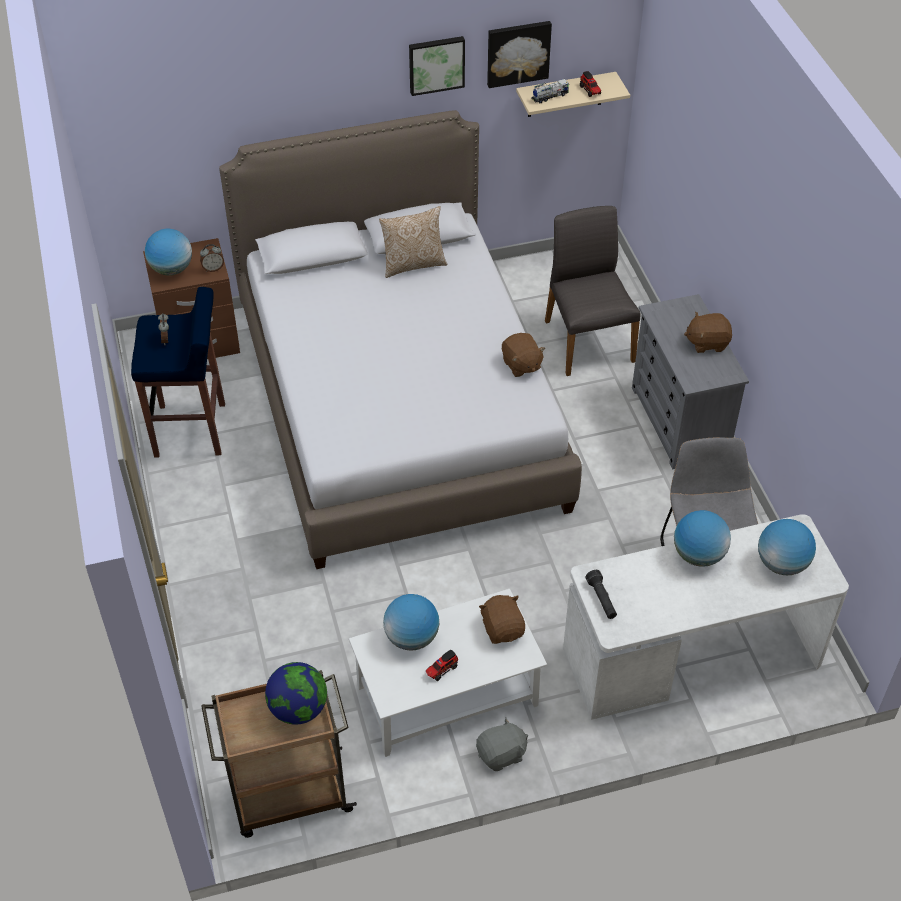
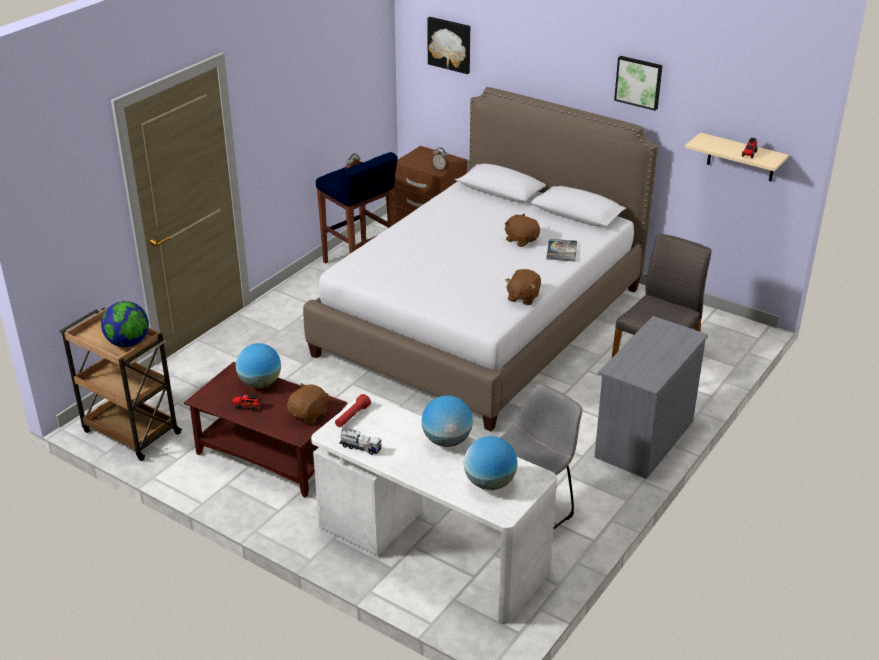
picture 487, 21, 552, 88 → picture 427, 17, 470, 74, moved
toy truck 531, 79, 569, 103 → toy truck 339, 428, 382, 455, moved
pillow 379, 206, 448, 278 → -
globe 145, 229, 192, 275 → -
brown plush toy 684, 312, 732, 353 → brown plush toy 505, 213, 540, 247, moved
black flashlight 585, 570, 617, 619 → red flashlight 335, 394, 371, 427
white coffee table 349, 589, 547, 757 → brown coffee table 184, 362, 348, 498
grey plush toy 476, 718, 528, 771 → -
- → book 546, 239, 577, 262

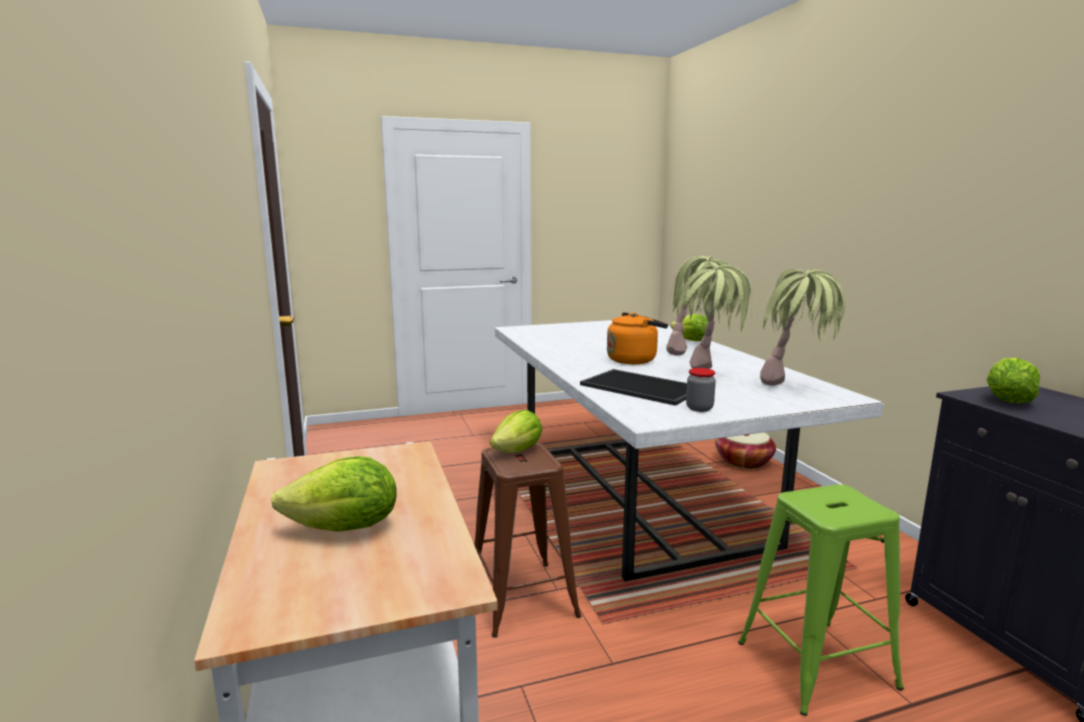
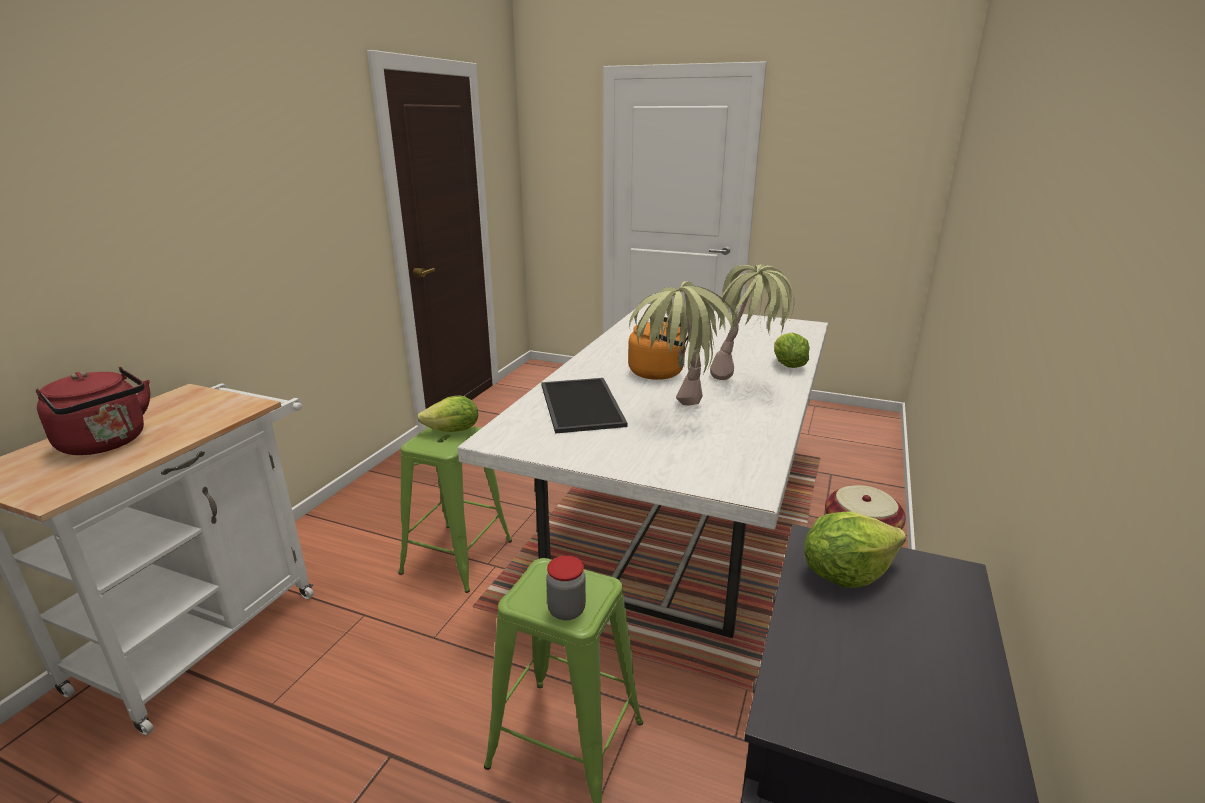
potted plant 760, 269, 845, 386 → -
jar 686, 368, 716, 412 → jar 546, 556, 586, 620, moved
brown stool 474, 442, 581, 638 → green stool 398, 426, 512, 593
lettuce 272, 456, 397, 532 → red kettle 36, 367, 150, 455

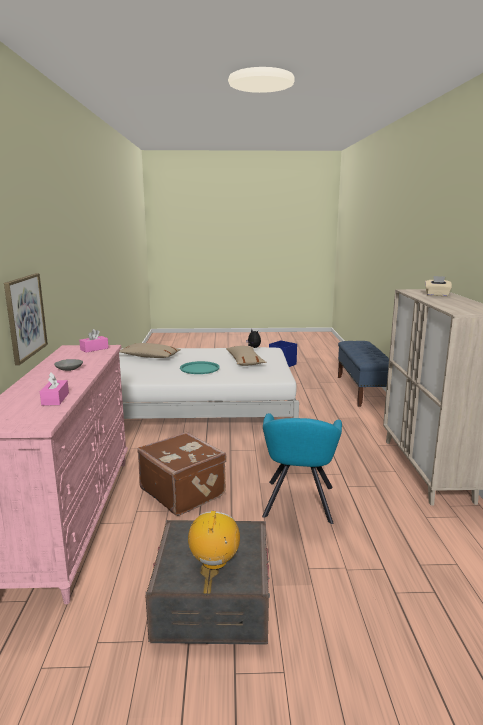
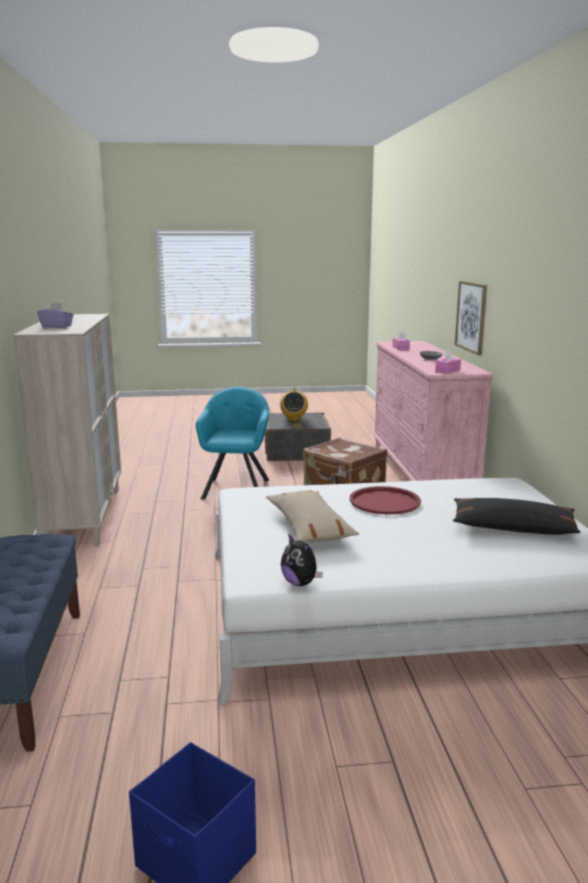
beige tissue box 425, 276, 452, 296 → purple tissue box 37, 303, 74, 328
beige pillow 120, 343, 181, 358 → black pillow 453, 498, 581, 535
turquoise tray 180, 361, 220, 374 → red tray 350, 486, 421, 514

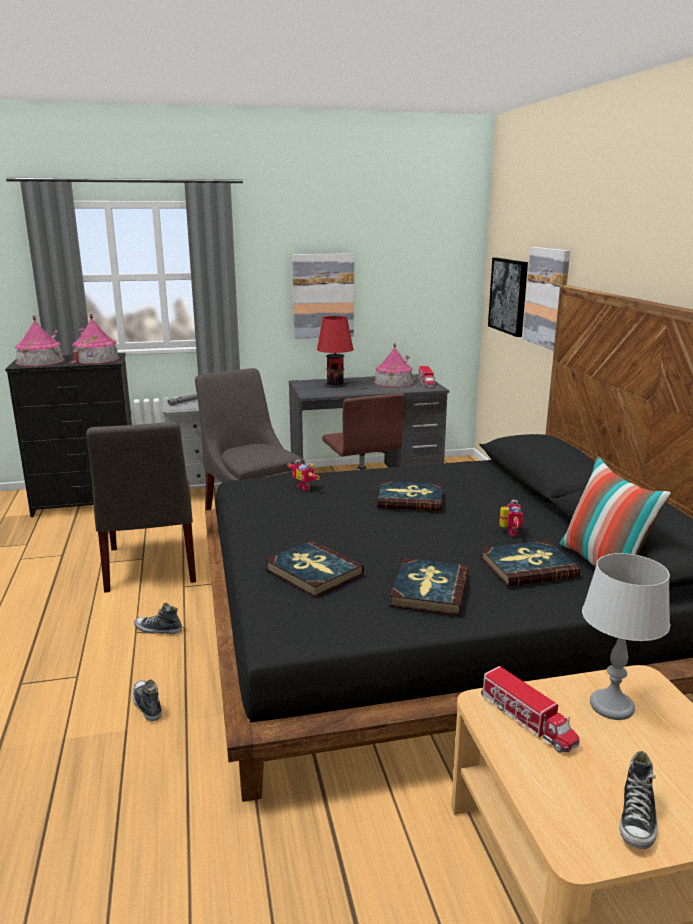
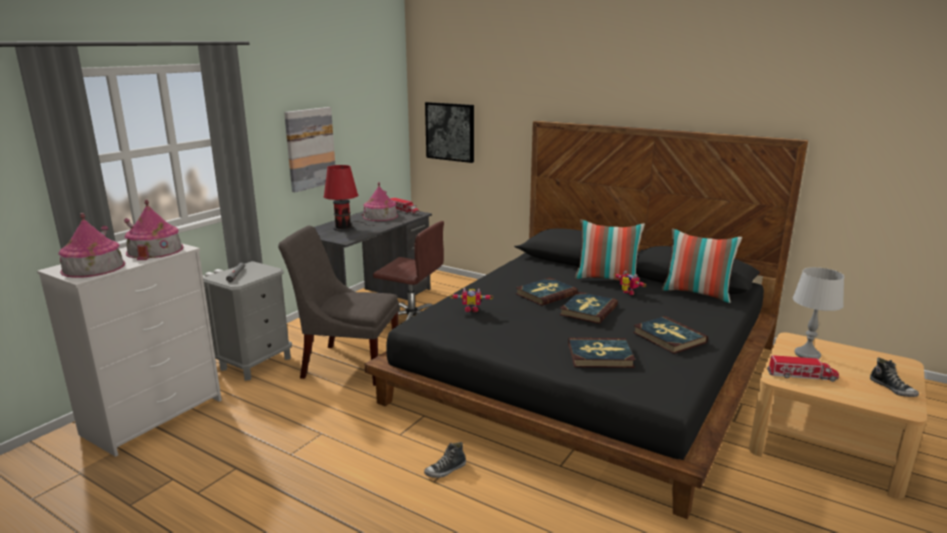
picture 523, 247, 570, 351 → -
black dresser 5, 353, 132, 517 → white dresser 37, 243, 222, 457
grey chair 86, 422, 196, 593 → -
book 480, 540, 580, 587 → book 559, 292, 618, 324, moved
shoe 132, 680, 162, 721 → -
- → pillow 575, 219, 645, 281

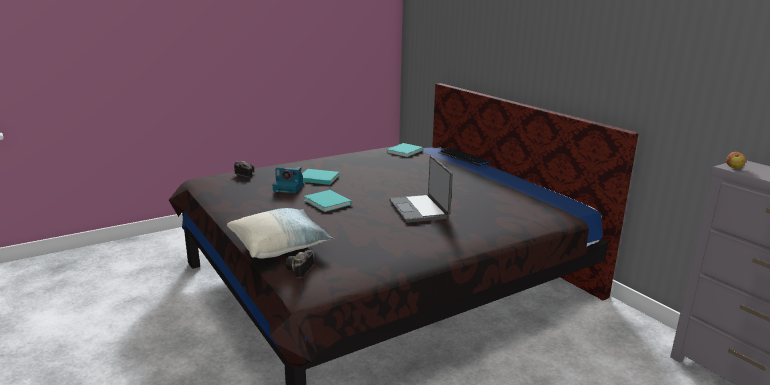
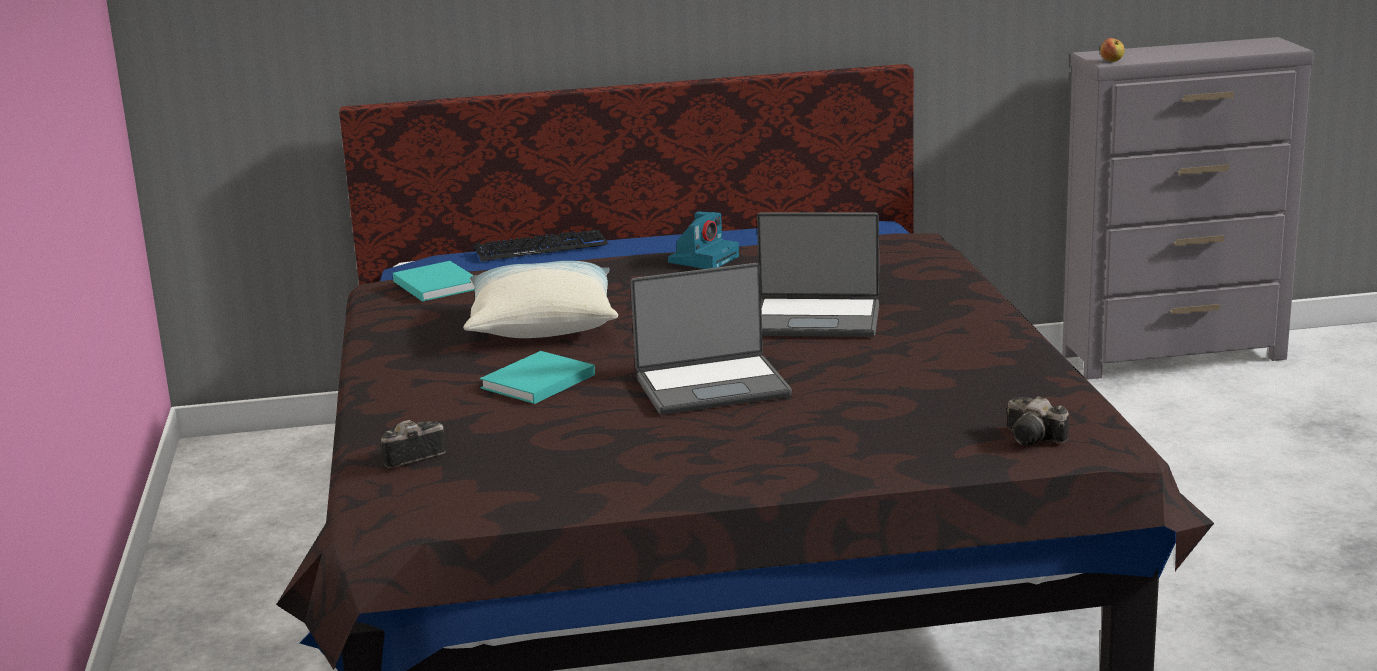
photo camera 273, 167, 304, 193 → photo camera 668, 211, 739, 269, moved
turquoise book 304, 190, 351, 212 → laptop 631, 263, 792, 415
pillow 227, 208, 333, 259 → pillow 463, 261, 618, 338, moved

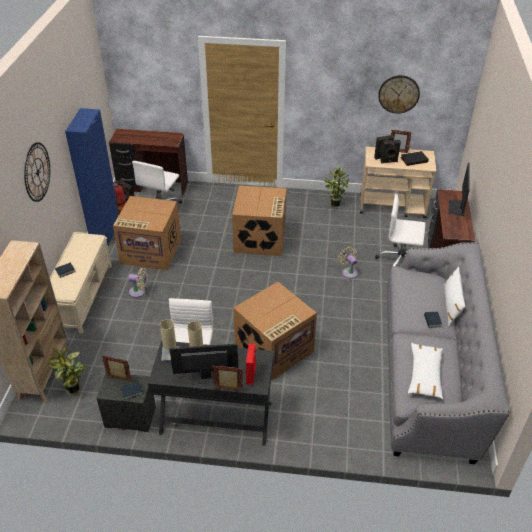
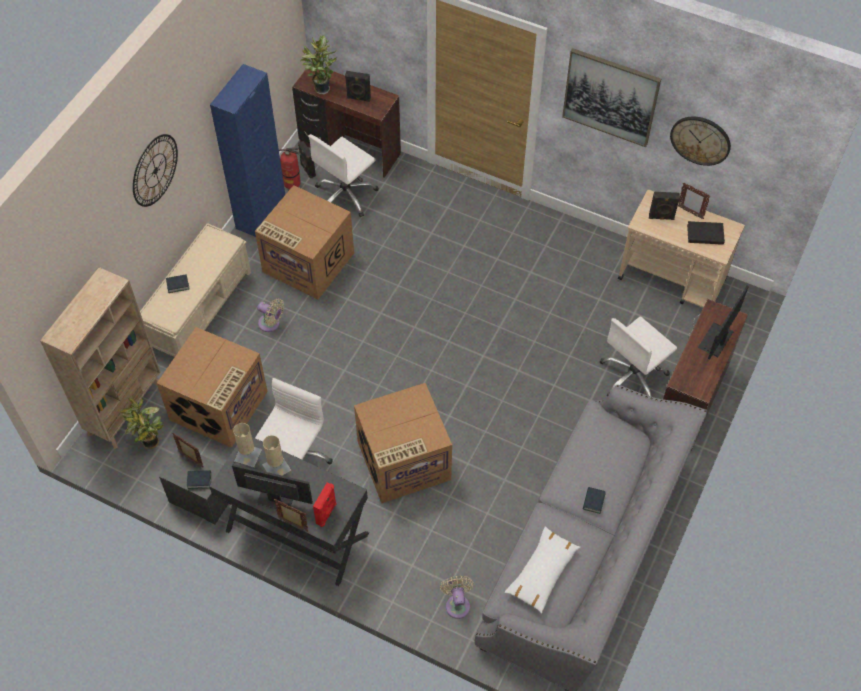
black speaker 381, 140, 401, 163 → black speaker 345, 71, 371, 102, moved
potted plant 324, 166, 349, 209 → potted plant 300, 35, 337, 95, moved
cardboard box 232, 186, 287, 256 → cardboard box 157, 327, 268, 448, moved
white office chair 375, 194, 426, 266 → white office chair 600, 316, 677, 397, 75 degrees counterclockwise
beige fan 338, 246, 358, 279 → beige fan 440, 576, 473, 619, moved
white pillow 444, 267, 465, 326 → -
- → picture 562, 48, 661, 147

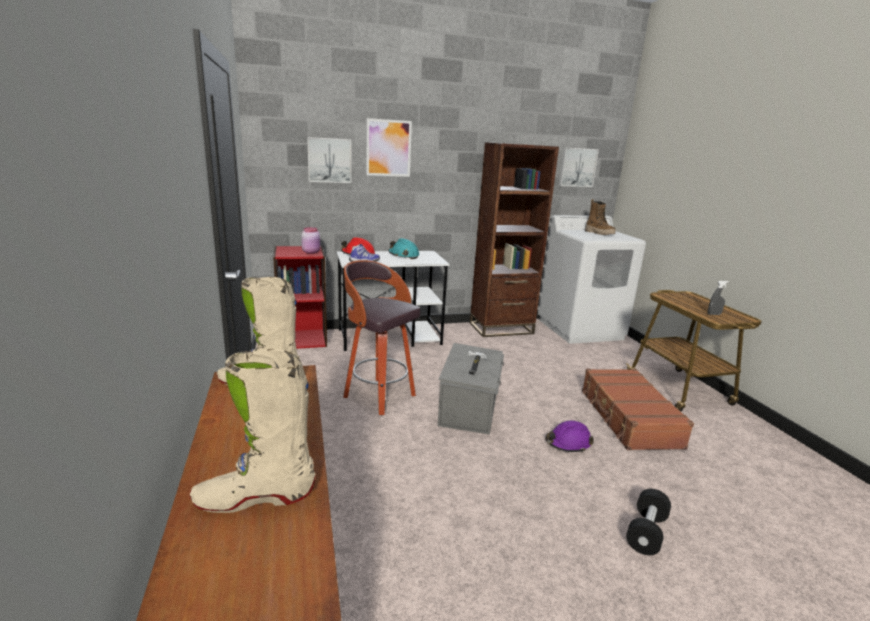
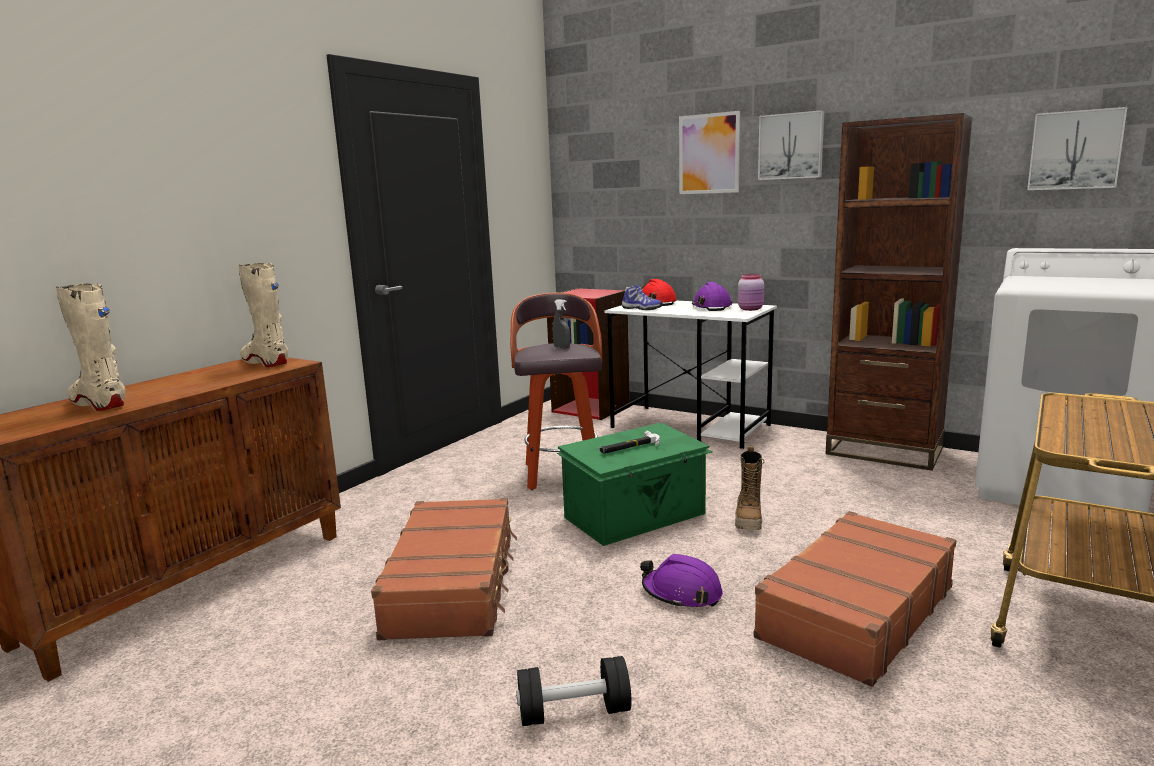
picture 307, 137, 351, 183 → picture 758, 110, 824, 180, moved
boot 585, 199, 616, 235 → boot 735, 446, 765, 530, moved
pink jar 301, 227, 320, 254 → pink jar 738, 274, 764, 311, moved
turquoise hard hat 389, 238, 419, 259 → purple hard hat 692, 282, 733, 311
grey spray bottle 708, 281, 729, 315 → grey spray bottle 553, 299, 570, 349, moved
grey storage box 437, 343, 504, 435 → green storage box 557, 423, 713, 546
- → brown suitcase 371, 498, 517, 640

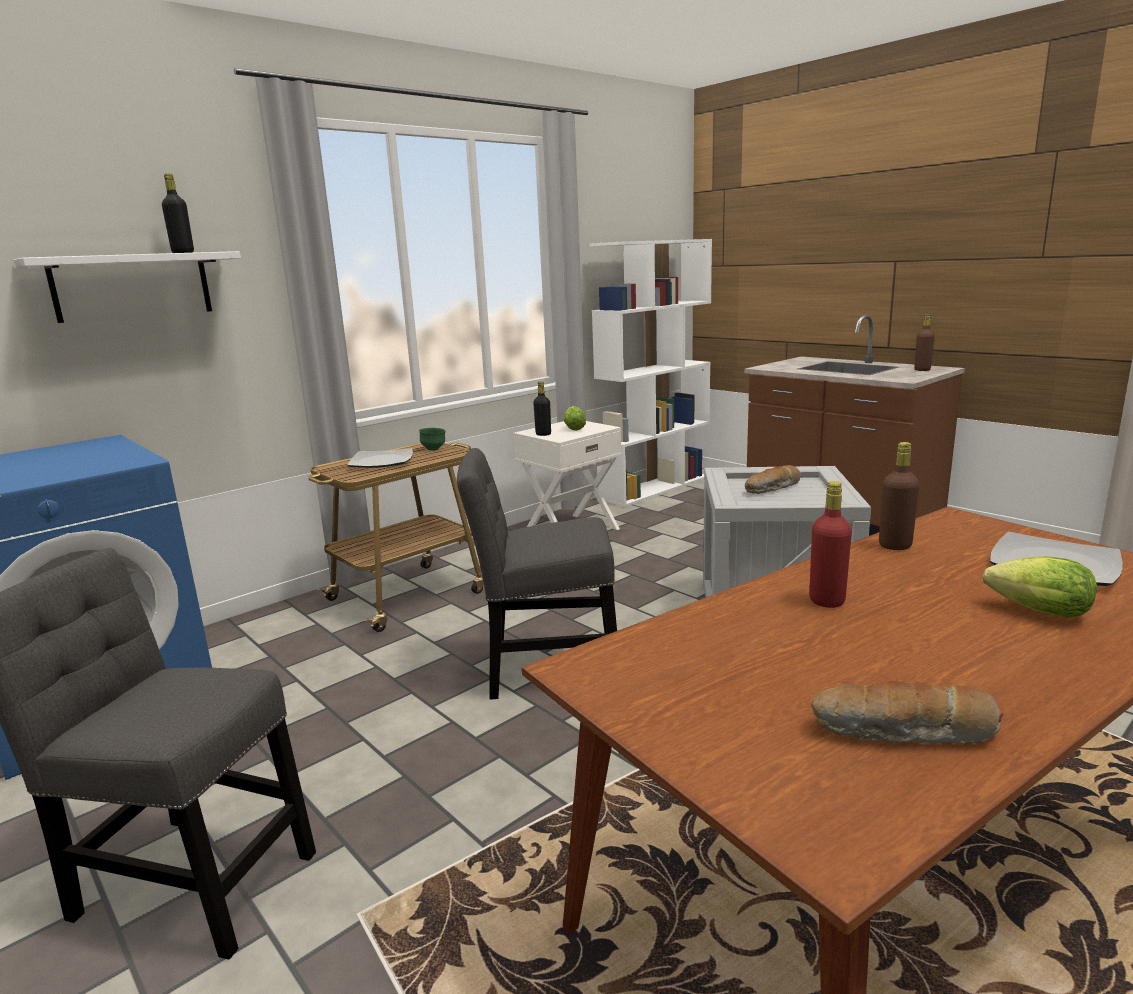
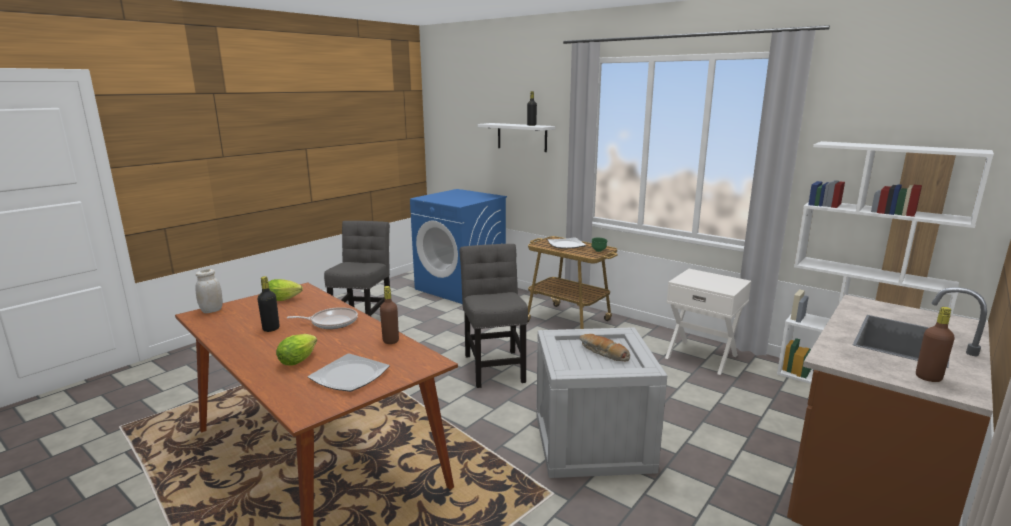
black bottle 533, 382, 551, 436 → black bottle 258, 276, 280, 332, moved
lettuce 563, 406, 586, 431 → lettuce 268, 279, 303, 301, moved
red bottle 809, 481, 852, 608 → frying pan 287, 307, 358, 329
bread 811, 681, 1003, 744 → -
- → white jar 195, 269, 223, 313

